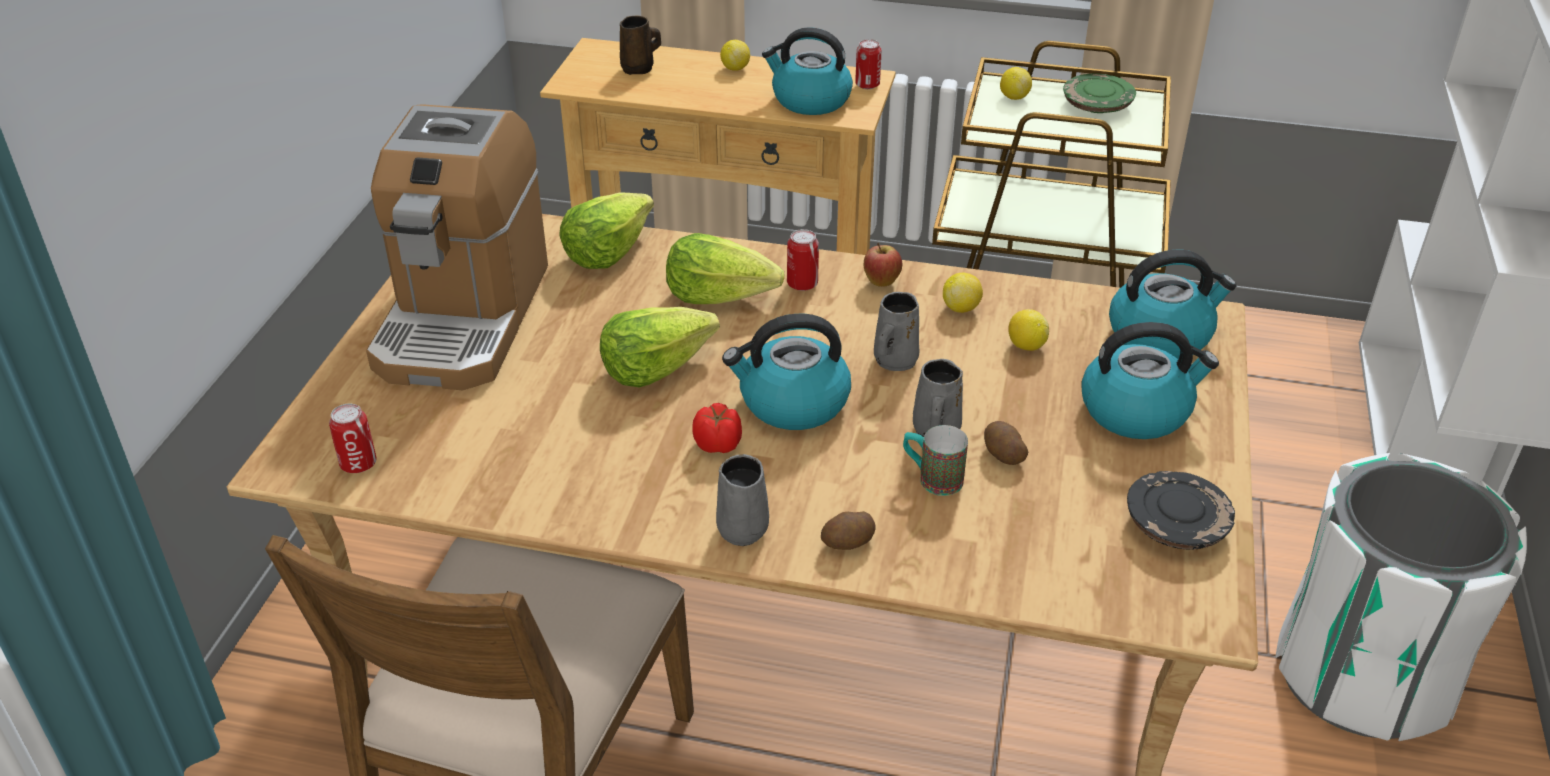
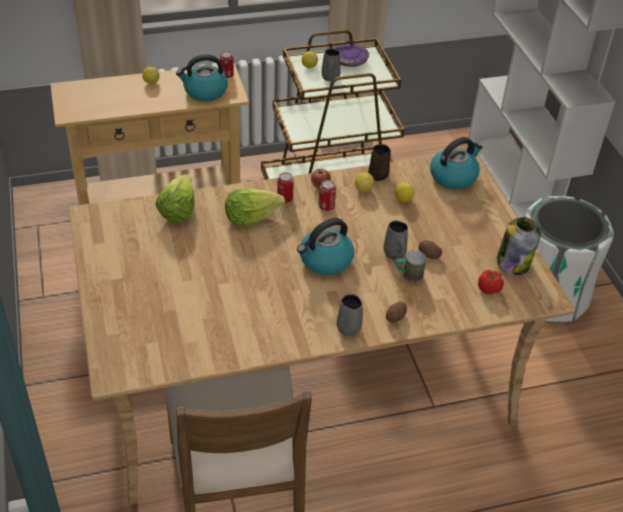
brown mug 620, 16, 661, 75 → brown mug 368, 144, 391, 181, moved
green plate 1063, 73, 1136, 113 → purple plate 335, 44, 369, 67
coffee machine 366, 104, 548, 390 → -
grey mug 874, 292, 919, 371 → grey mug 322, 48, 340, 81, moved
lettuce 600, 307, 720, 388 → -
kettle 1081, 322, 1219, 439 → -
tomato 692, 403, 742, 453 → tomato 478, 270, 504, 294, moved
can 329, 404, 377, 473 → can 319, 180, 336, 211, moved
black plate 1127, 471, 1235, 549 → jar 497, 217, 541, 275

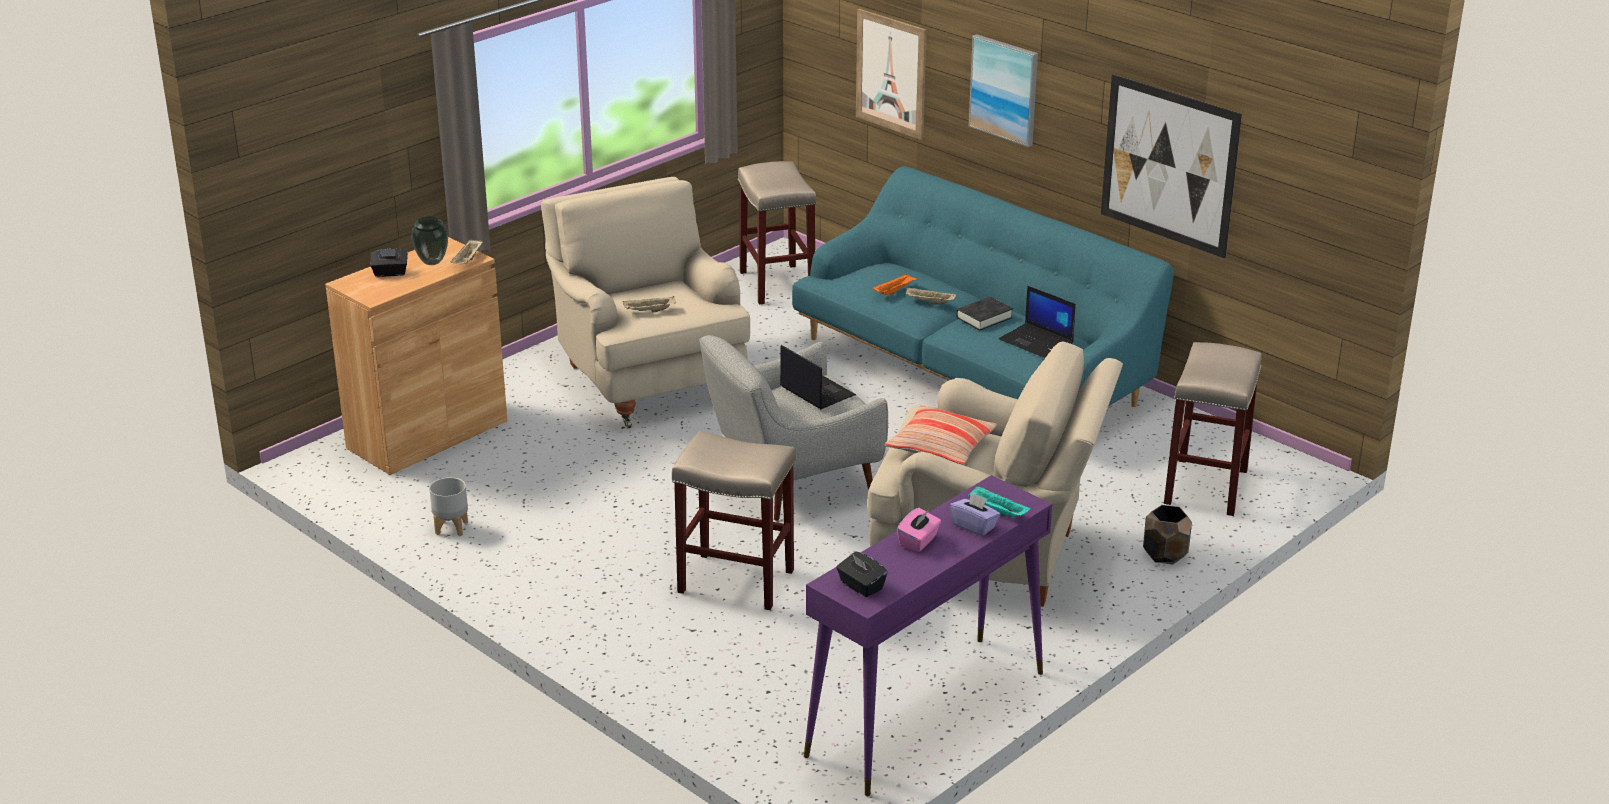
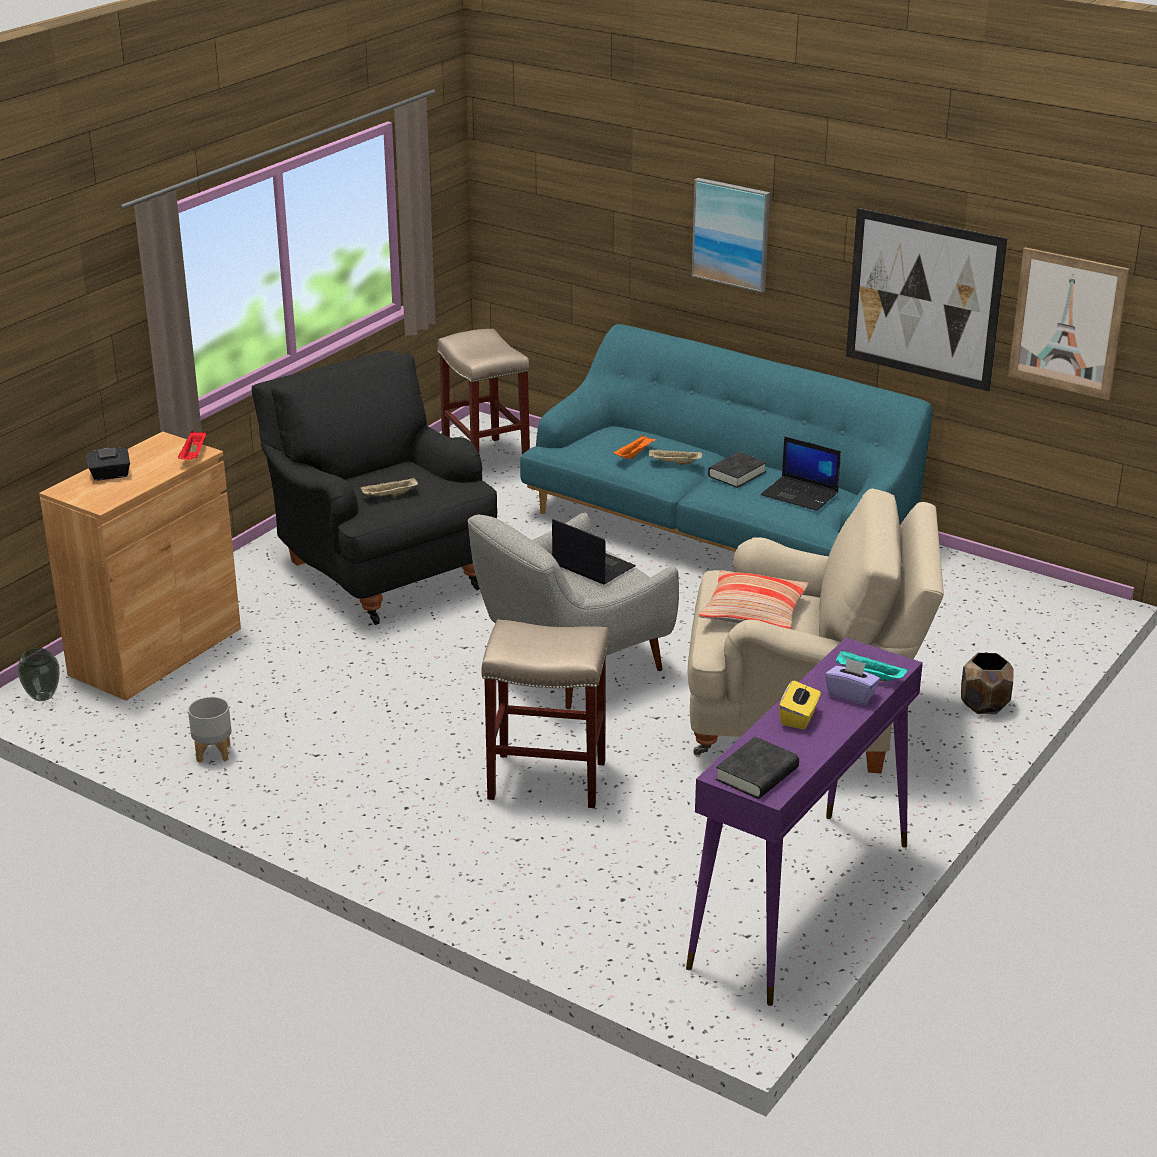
picture 856, 9, 927, 140 → picture 1008, 247, 1129, 400, moved
beige armchair 541, 177, 750, 429 → black armchair 252, 350, 497, 625
vase 411, 216, 448, 265 → vase 17, 648, 60, 701, moved
beige tray 451, 239, 482, 264 → red tray 178, 431, 206, 460
beige stool 1164, 342, 1262, 516 → -
pink tissue box 897, 508, 941, 552 → yellow tissue box 779, 681, 821, 729
black tissue box 836, 551, 887, 597 → black book 716, 737, 799, 799

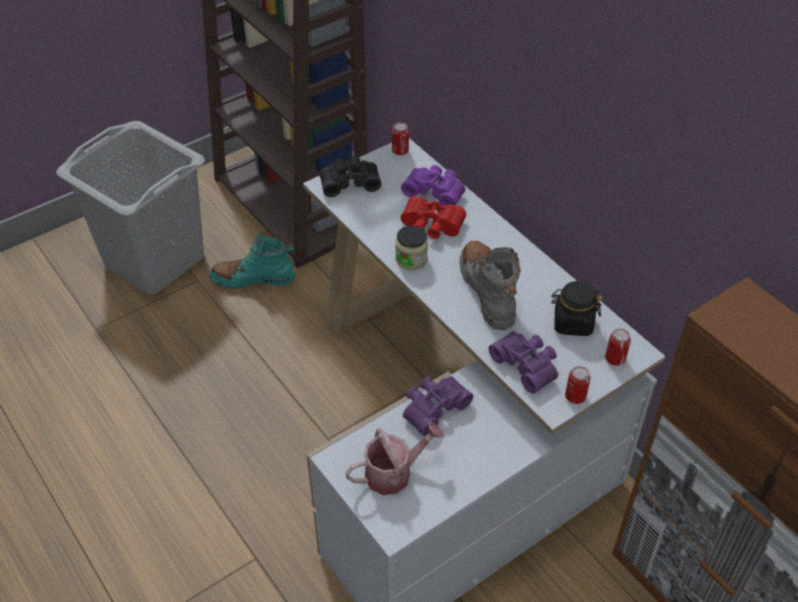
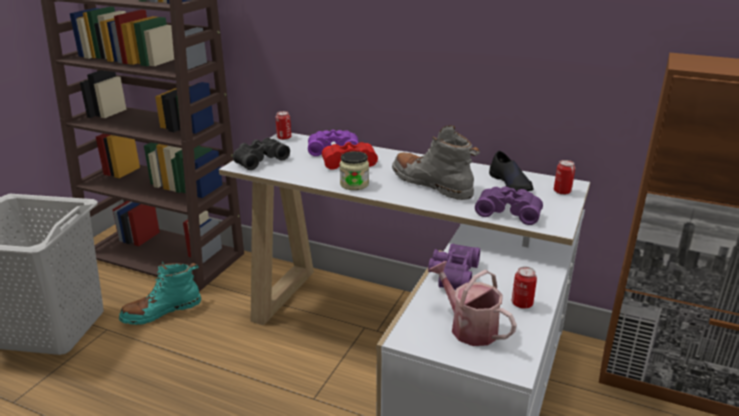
black jar 551, 281, 602, 336 → black shoe 489, 151, 533, 192
can 565, 366, 591, 404 → can 512, 267, 537, 309, moved
watering can 345, 422, 444, 495 → watering can 428, 261, 517, 346, 75 degrees counterclockwise

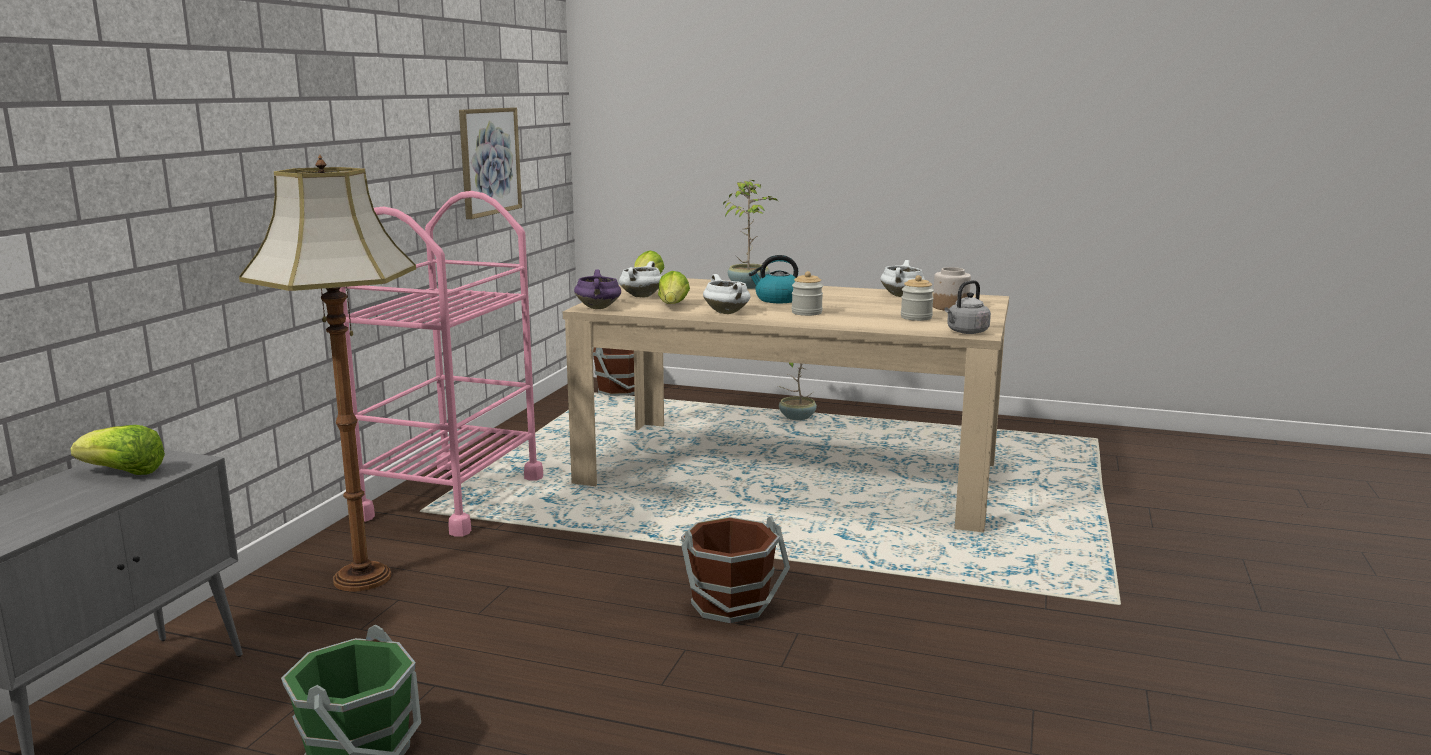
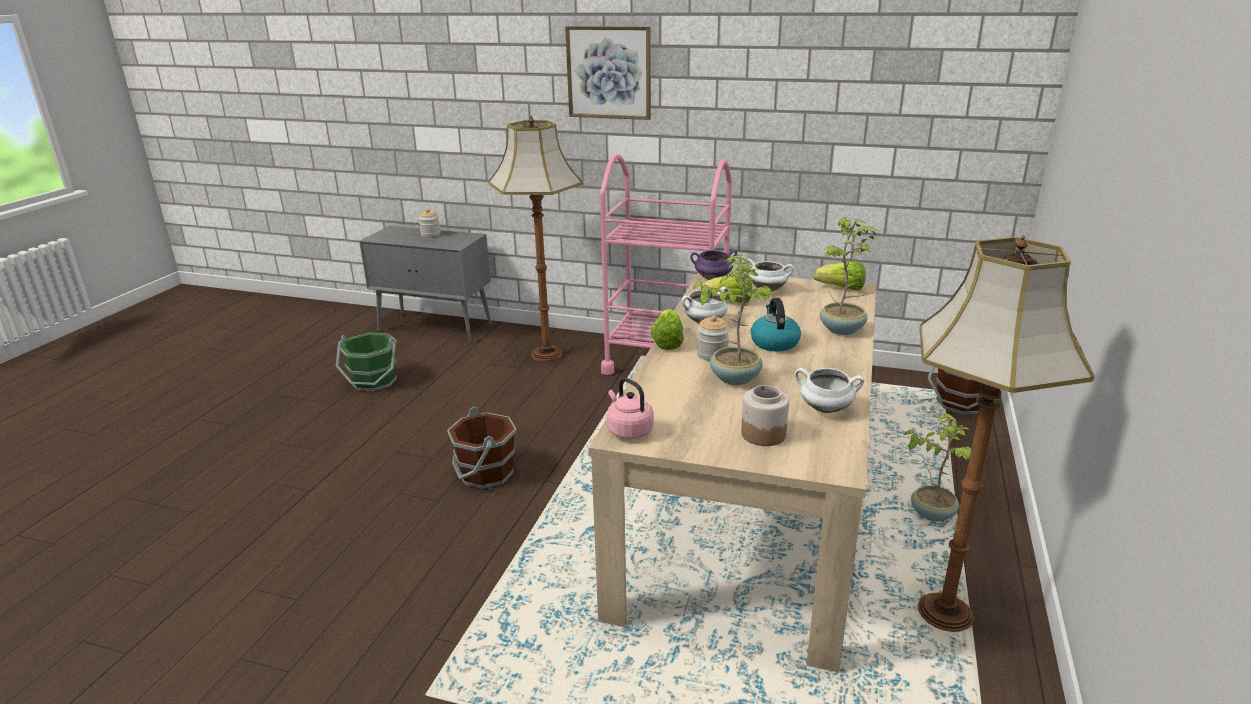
picture 459, 108, 522, 219 → picture 565, 26, 651, 120, moved
jar 901, 275, 934, 321 → jar 419, 209, 440, 237, moved
grey kettle 944, 280, 991, 334 → pink kettle 607, 378, 654, 440
lettuce 70, 425, 165, 475 → lettuce 650, 309, 684, 350, moved
- → floor lamp 918, 235, 1095, 632
- → potted plant 692, 254, 775, 385

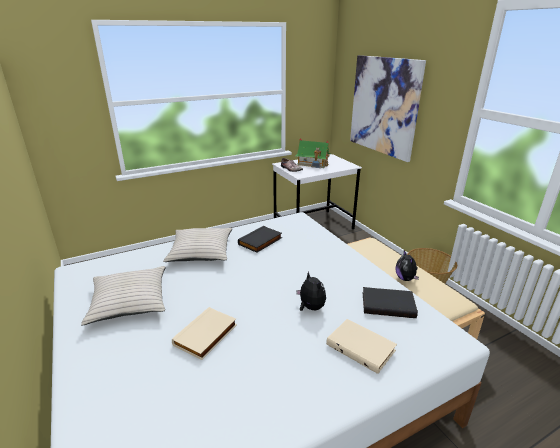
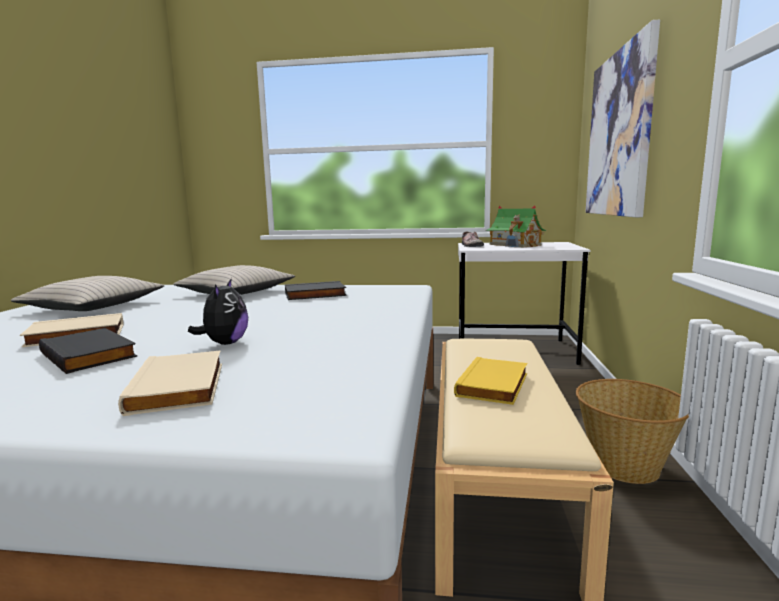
plush toy 396, 251, 419, 281 → yellow book 454, 357, 527, 405
black book 362, 287, 418, 318 → black book 39, 328, 138, 374, moved

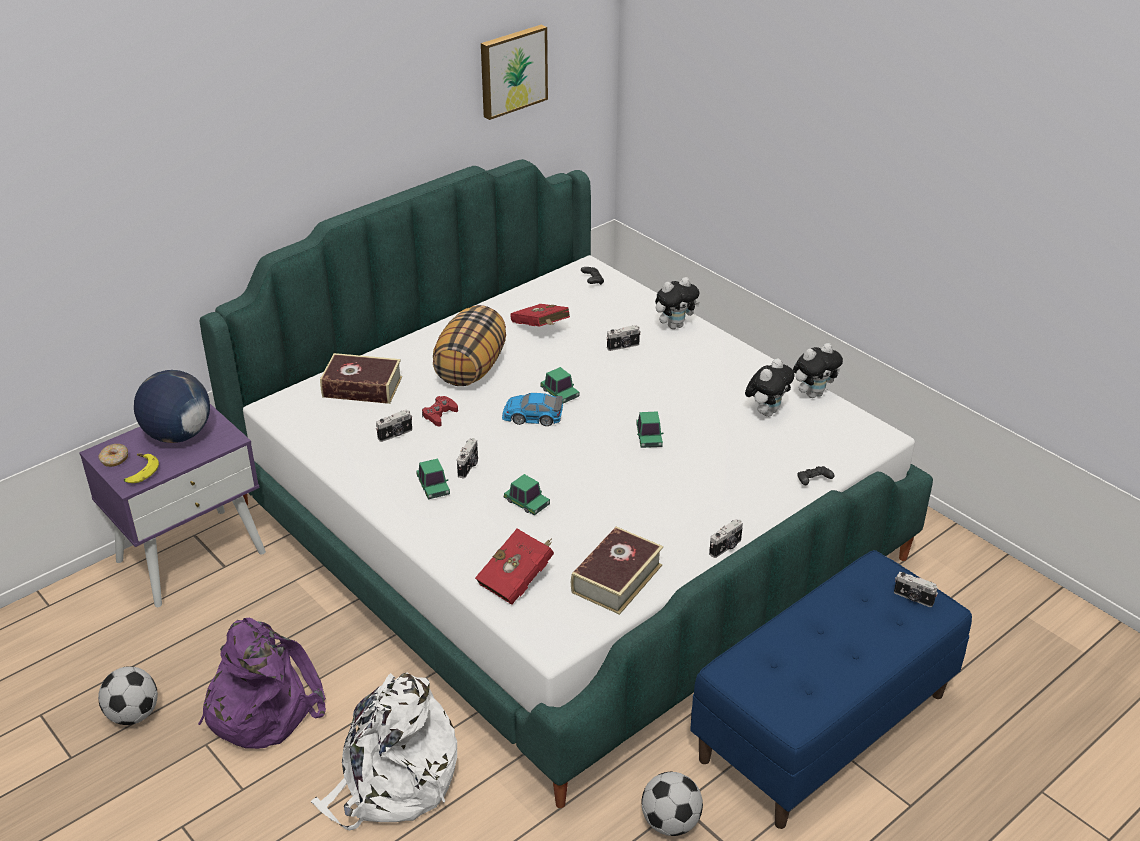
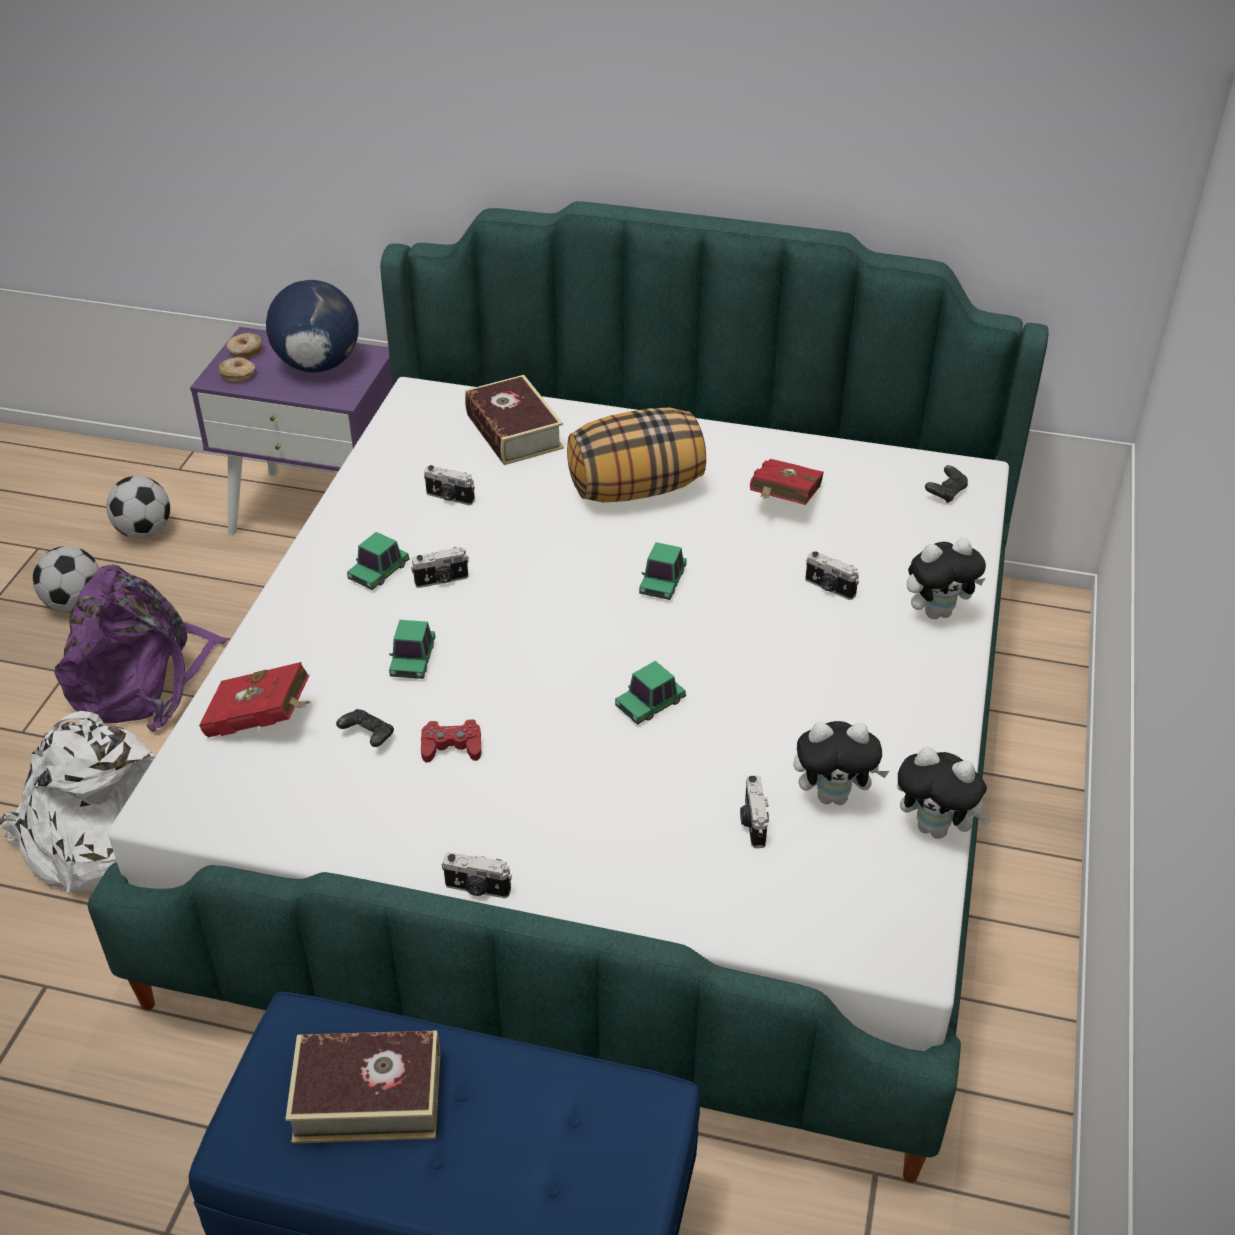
picture 481, 25, 548, 120 → -
plush toy 655, 277, 700, 329 → plush toy 907, 538, 986, 619, 45 degrees counterclockwise
toy car 502, 393, 563, 426 → -
red game controller 422, 396, 458, 427 → red game controller 421, 720, 481, 763, moved
banana 124, 454, 159, 483 → donut 218, 357, 255, 382
black game controller 797, 466, 835, 485 → black game controller 336, 709, 394, 747, moved
book 571, 527, 663, 615 → book 285, 1030, 440, 1143, moved
photo camera 894, 572, 938, 607 → photo camera 740, 776, 769, 848, moved
football 641, 772, 703, 836 → football 106, 476, 170, 538, moved

